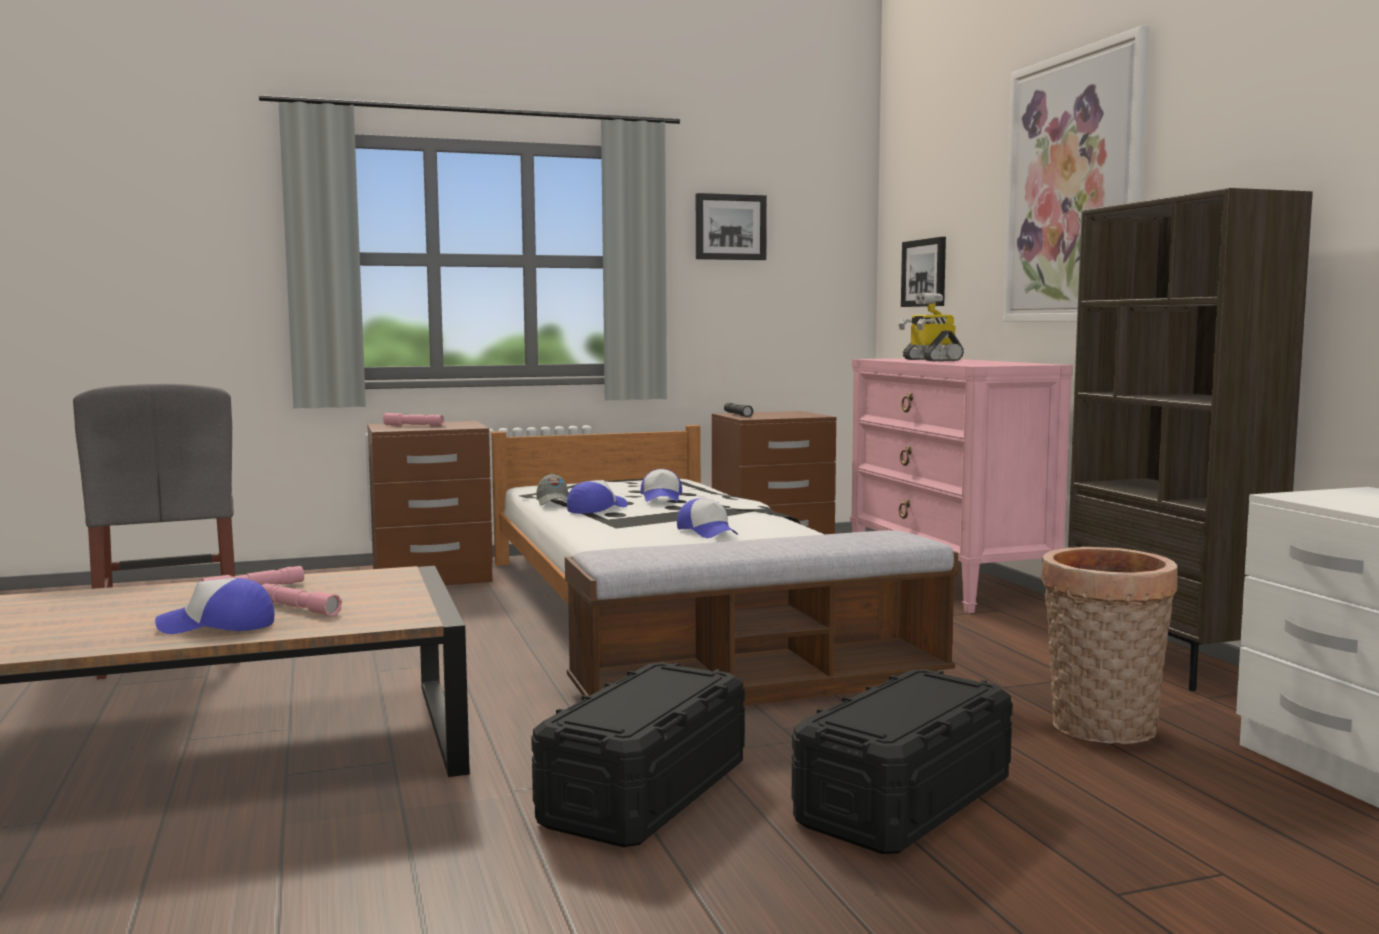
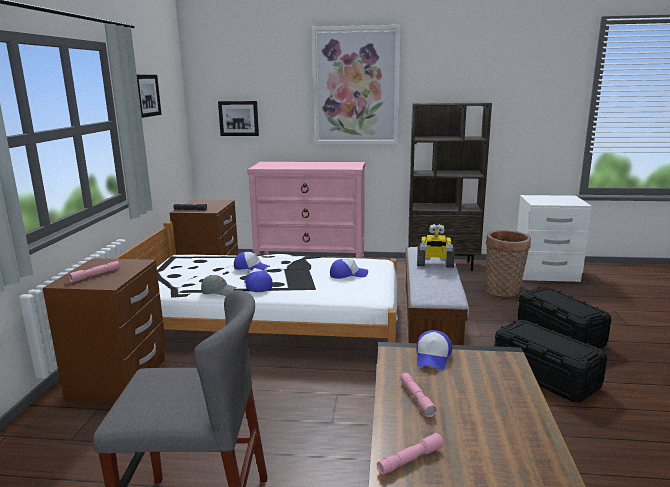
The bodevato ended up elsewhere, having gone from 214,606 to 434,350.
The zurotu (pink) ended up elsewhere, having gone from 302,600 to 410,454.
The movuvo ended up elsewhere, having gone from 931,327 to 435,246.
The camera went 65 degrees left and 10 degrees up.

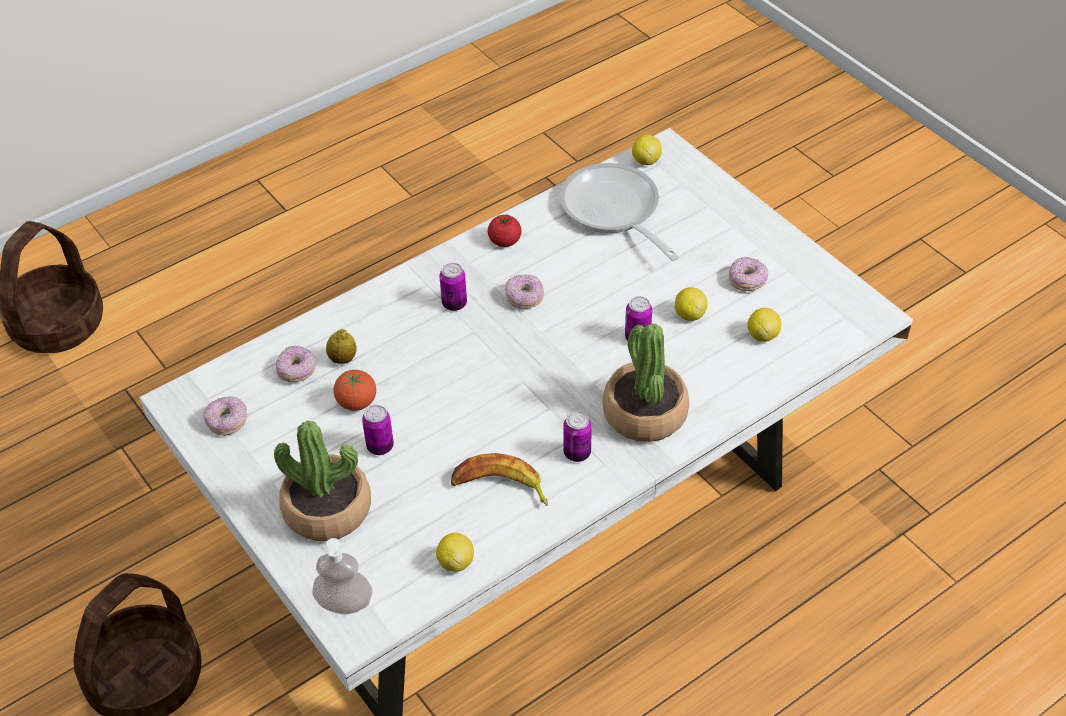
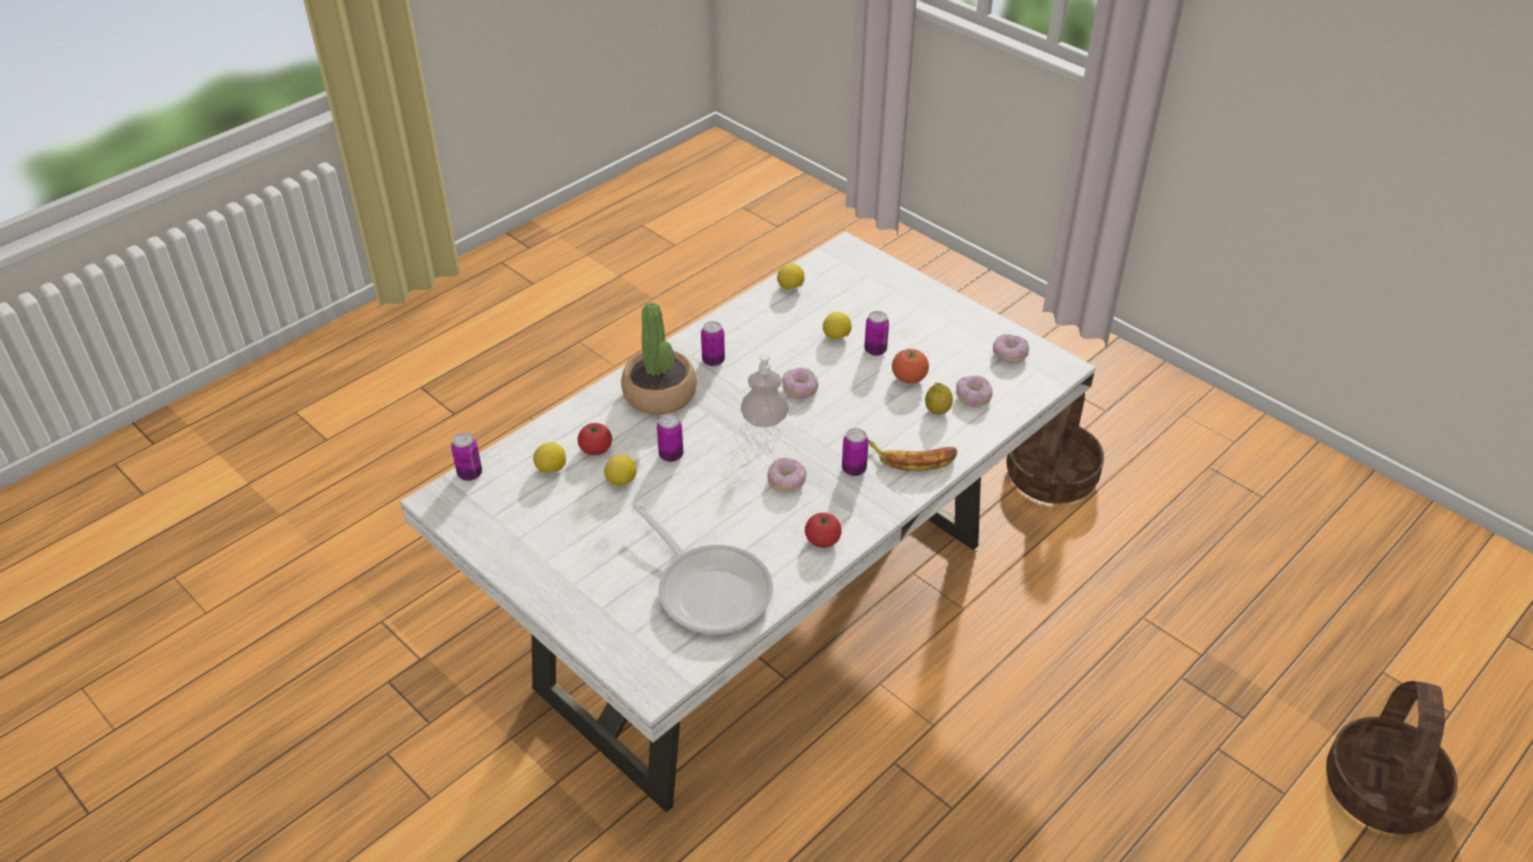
The second view lost the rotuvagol at 322,480.
The second view gained the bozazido at 466,457.
The second view gained the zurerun at 595,439.
The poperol ended up elsewhere, having gone from 342,576 to 765,389.
The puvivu ended up elsewhere, having gone from 499,479 to 913,455.
The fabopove ended up elsewhere, having gone from 647,150 to 837,326.
The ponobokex ended up elsewhere, having gone from 748,274 to 800,383.
The camera went 170 degrees right and 5 degrees down.

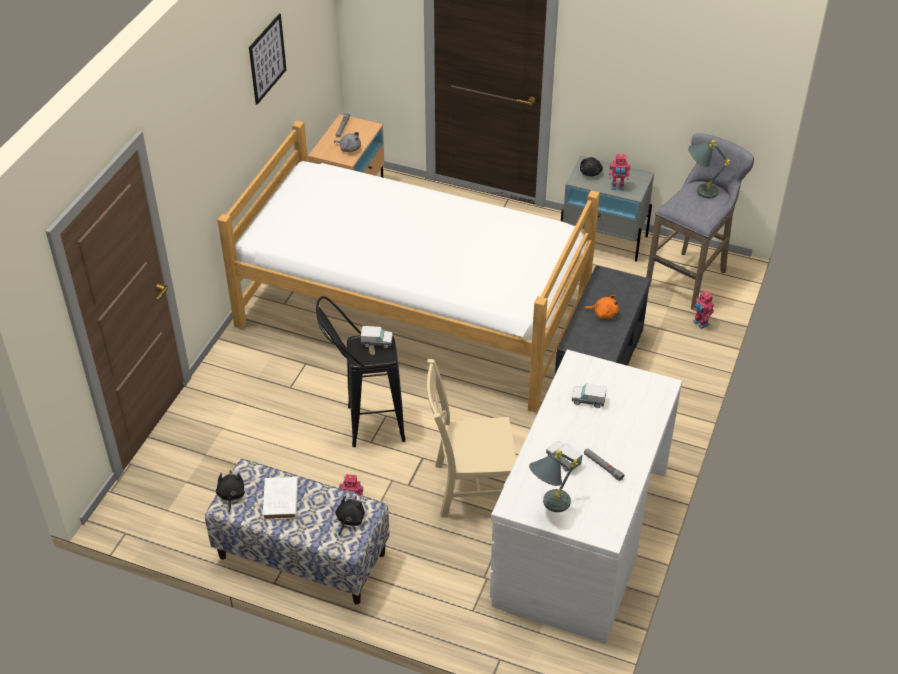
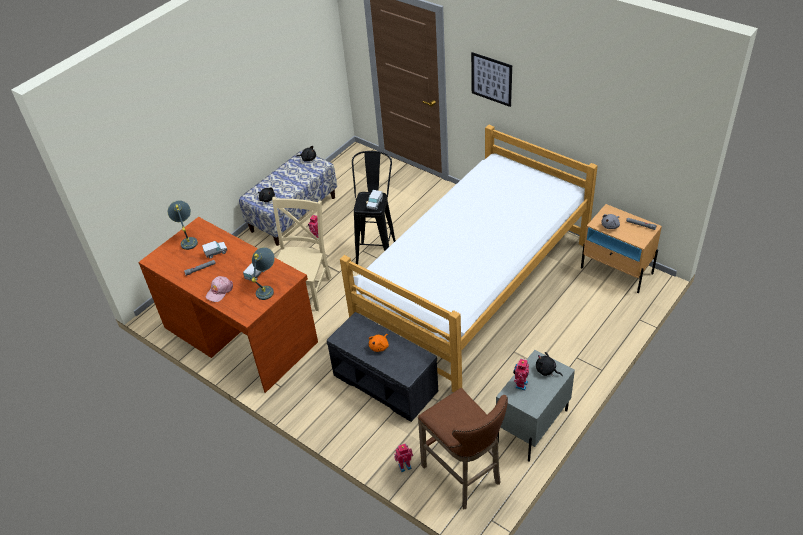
The second view lost the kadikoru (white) at 280,498.
The second view gained the bodevato (pink) at 219,289.
The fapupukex ended up elsewhere, having gone from 267,59 to 491,79.
The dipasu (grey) ended up elsewhere, having gone from 709,169 to 263,273.
What was the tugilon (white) at 586,497 turned into the tugilon (brown) at 228,305.
What was the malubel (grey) at 700,221 turned into the malubel (brown) at 463,448.
The camera went 110 degrees right and 0 degrees up.

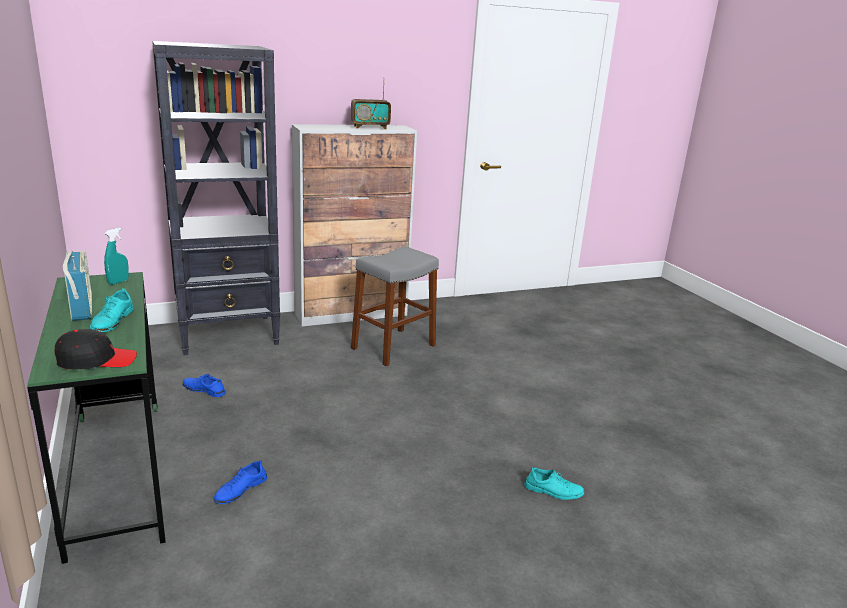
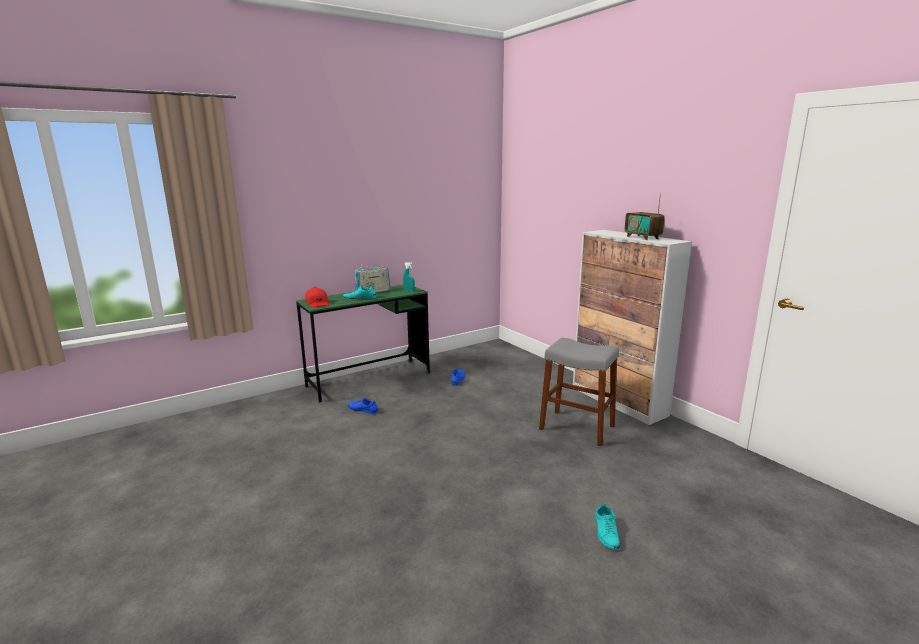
The second view lost the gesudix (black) at 216,198.
The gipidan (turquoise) ended up elsewhere, having gone from 554,483 to 608,526.
What was the bodevato (black) at 95,349 turned into the bodevato (red) at 317,297.
The camera went 80 degrees right and 5 degrees down.

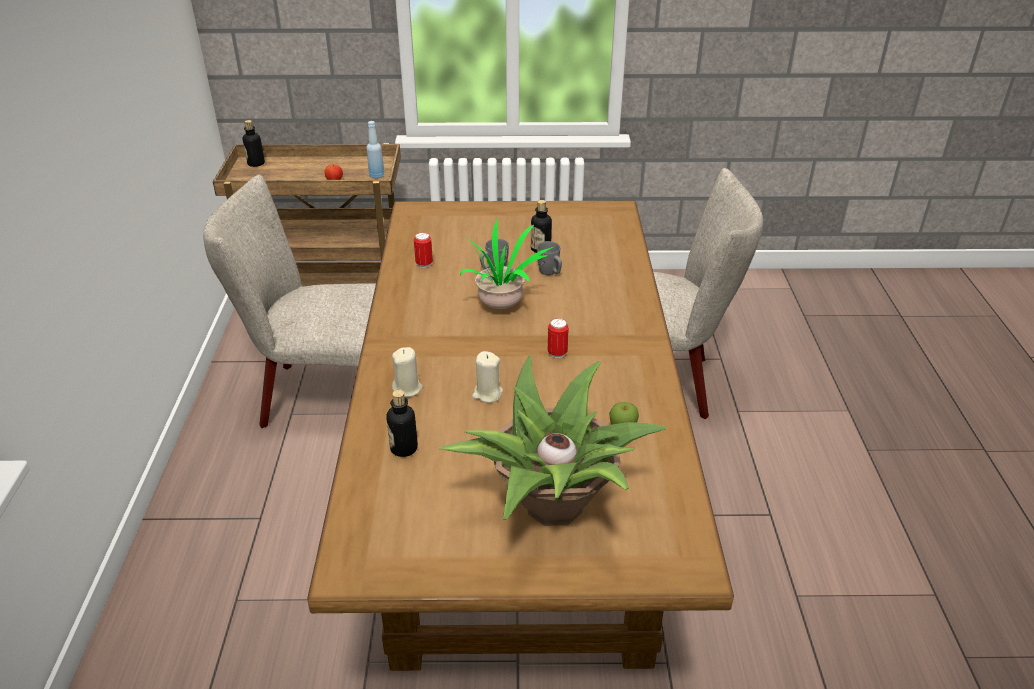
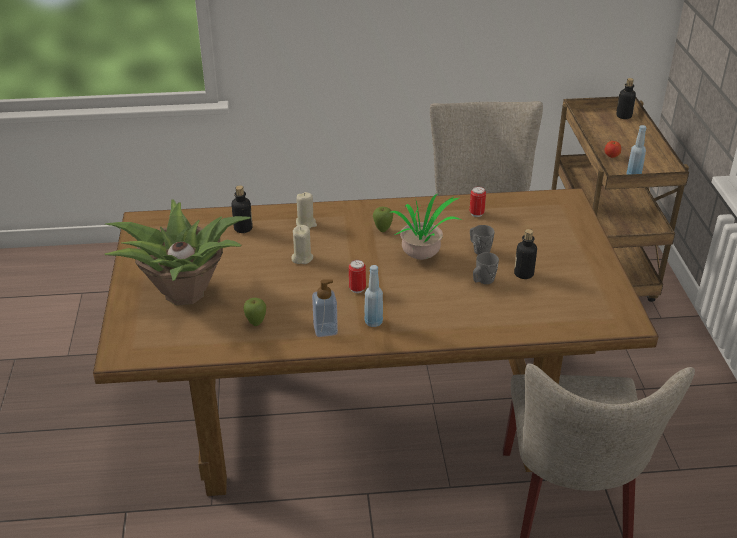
The second view gained the poperol at 325,308.
The second view gained the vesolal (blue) at 374,296.
The second view gained the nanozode at 383,219.
The camera went 85 degrees right and 0 degrees up.

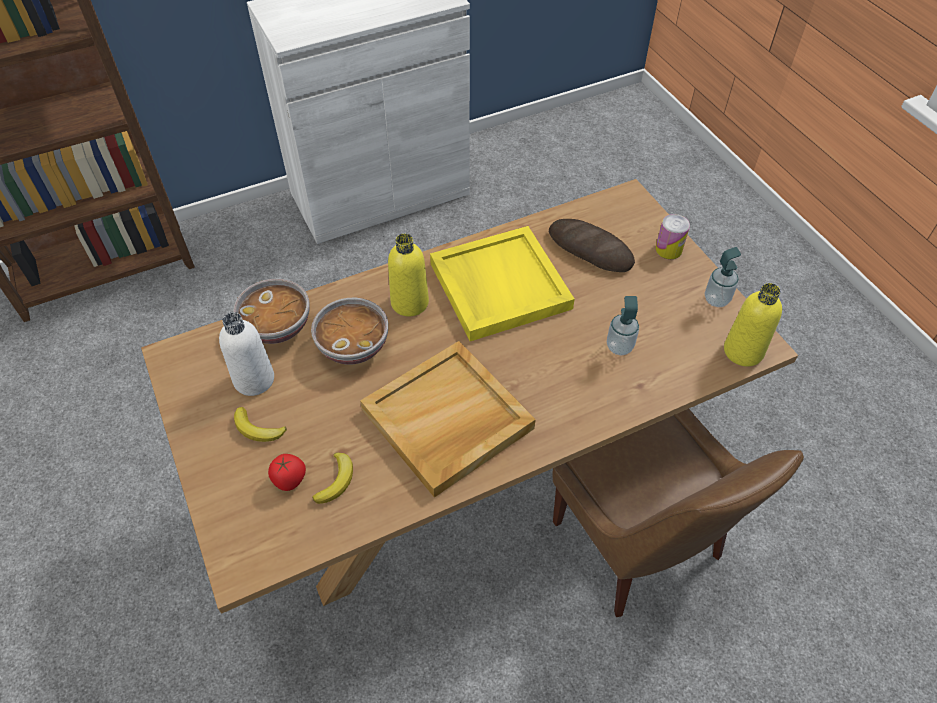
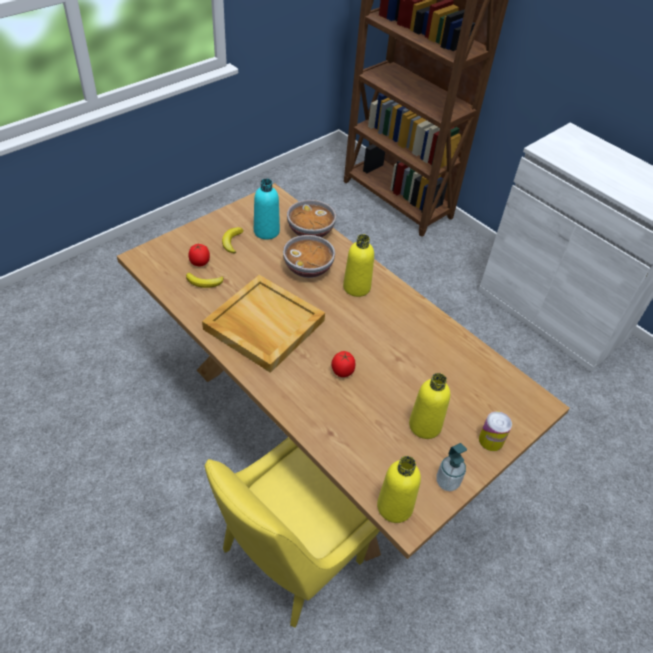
The second view lost the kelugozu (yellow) at 502,283.
The second view lost the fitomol at 592,245.
The second view lost the poperol at 623,325.
The second view gained the zurerun at 343,364.
The second view gained the vesolal (yellow) at 429,406.
What was the vesolal (white) at 246,354 turned into the vesolal (turquoise) at 267,209.
What was the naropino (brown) at 678,513 turned into the naropino (yellow) at 292,532.
The camera went 70 degrees right and 5 degrees down.

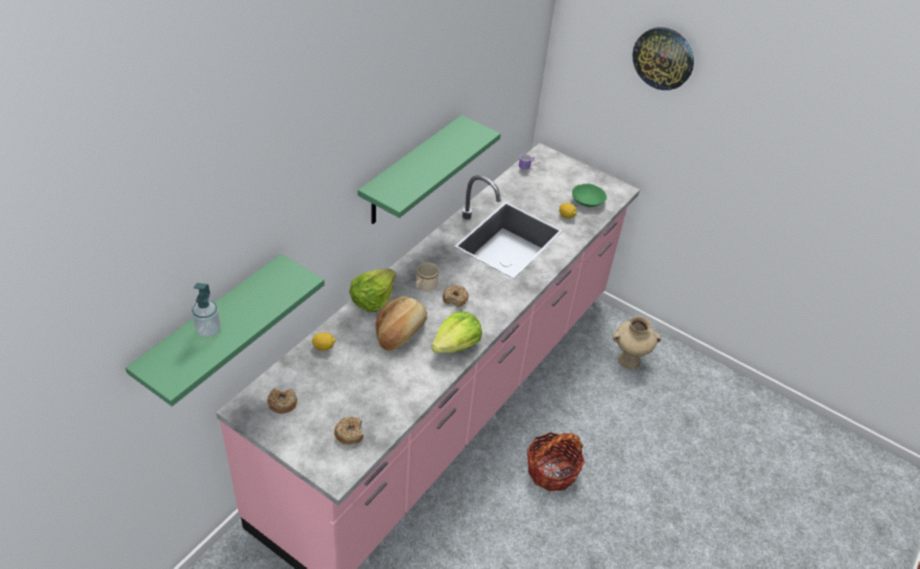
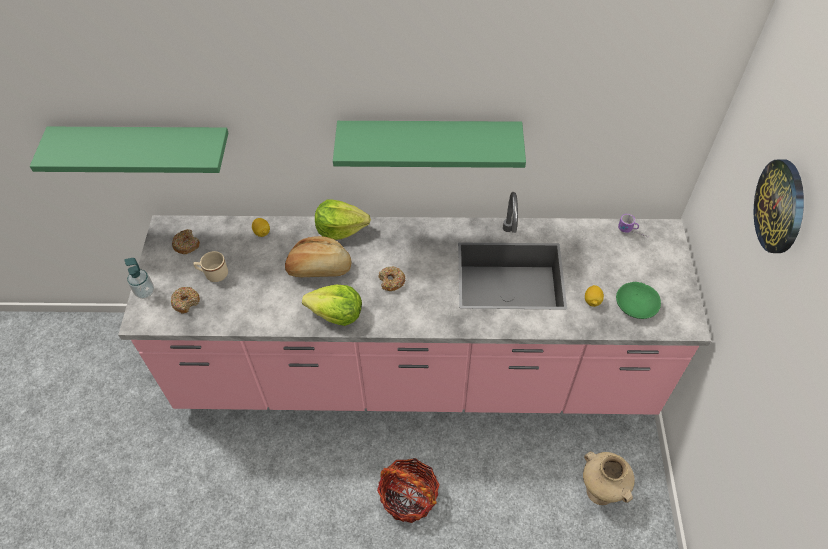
The poperol ended up elsewhere, having gone from 206,310 to 139,278.
The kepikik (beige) ended up elsewhere, having gone from 427,276 to 210,266.
The camera went 60 degrees right and 10 degrees up.

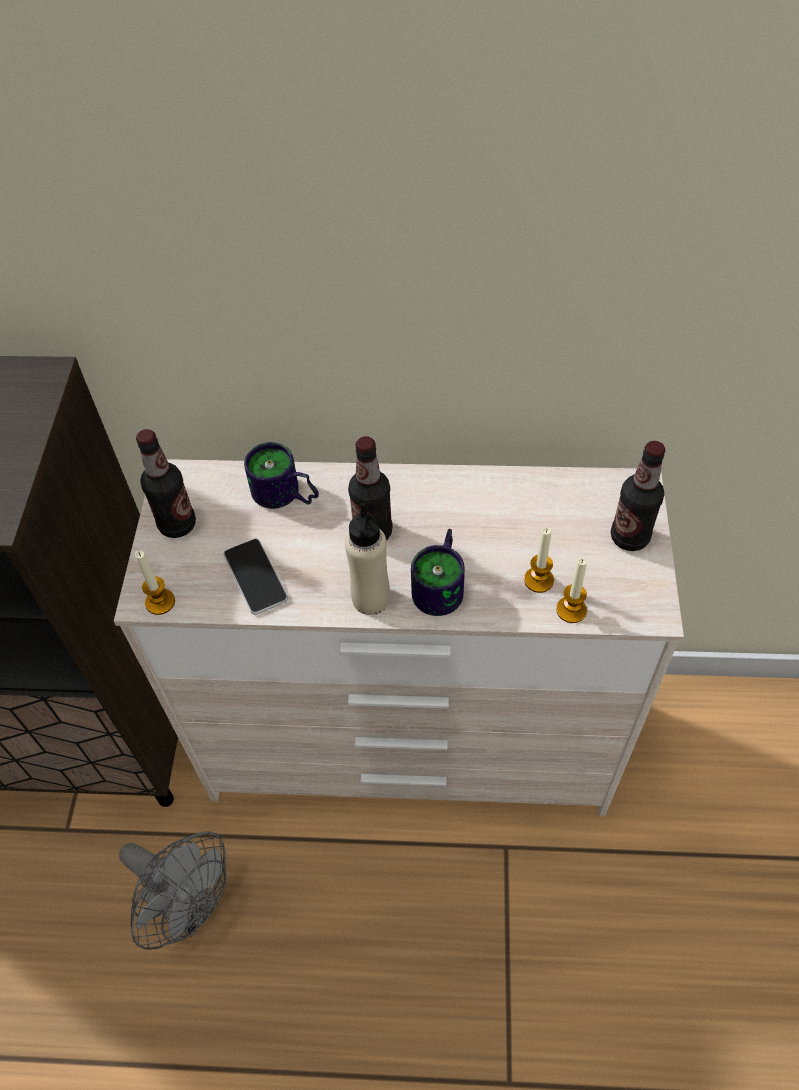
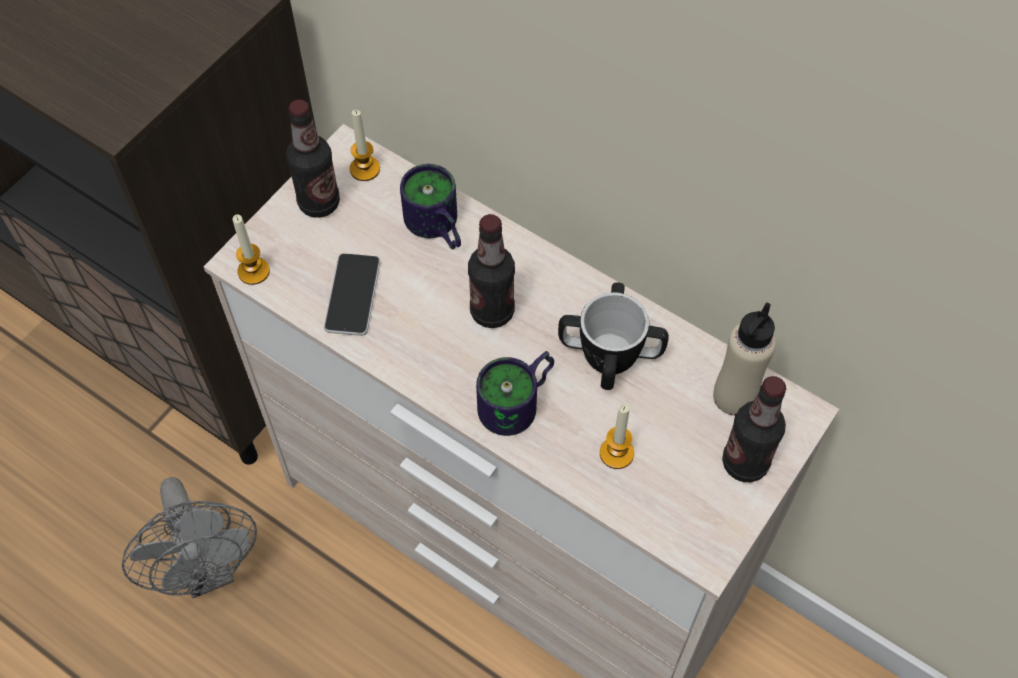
The second view gained the kepikik at 613,336.
The vesolal (beige) ended up elsewhere, having gone from 367,559 to 744,359.
The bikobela ended up elsewhere, having gone from 571,591 to 365,145.
The camera went 30 degrees right and 5 degrees up.

